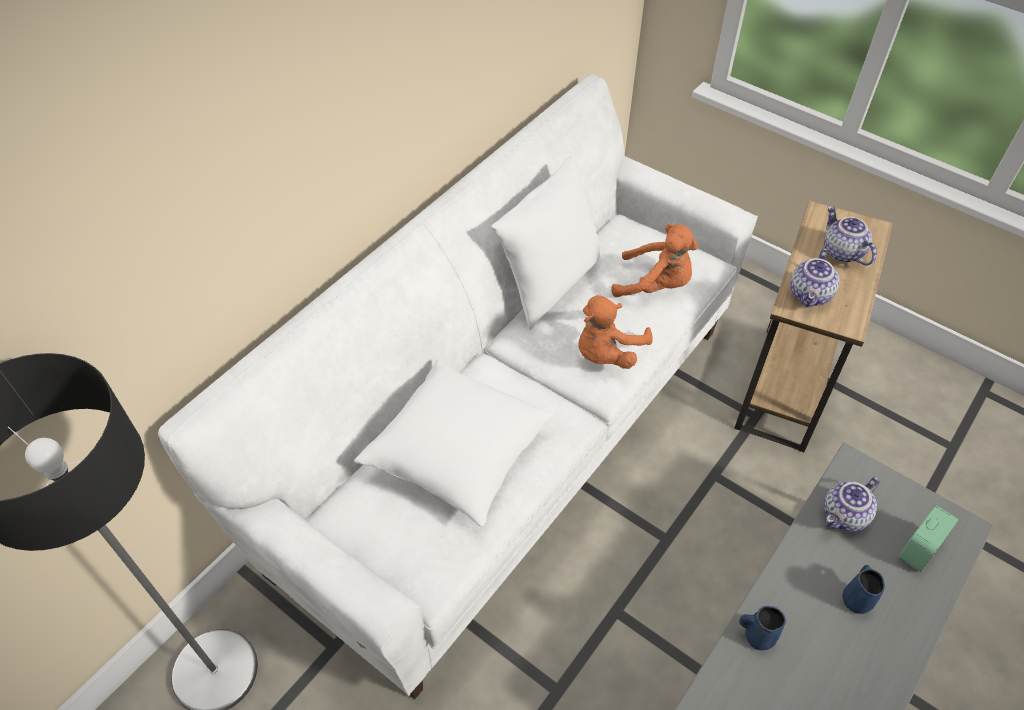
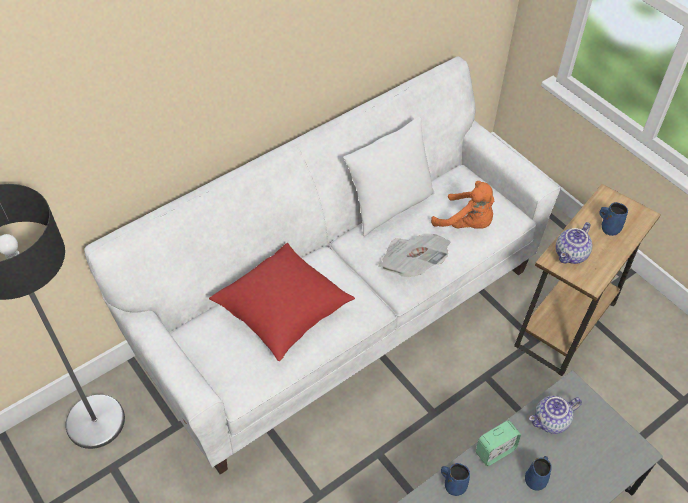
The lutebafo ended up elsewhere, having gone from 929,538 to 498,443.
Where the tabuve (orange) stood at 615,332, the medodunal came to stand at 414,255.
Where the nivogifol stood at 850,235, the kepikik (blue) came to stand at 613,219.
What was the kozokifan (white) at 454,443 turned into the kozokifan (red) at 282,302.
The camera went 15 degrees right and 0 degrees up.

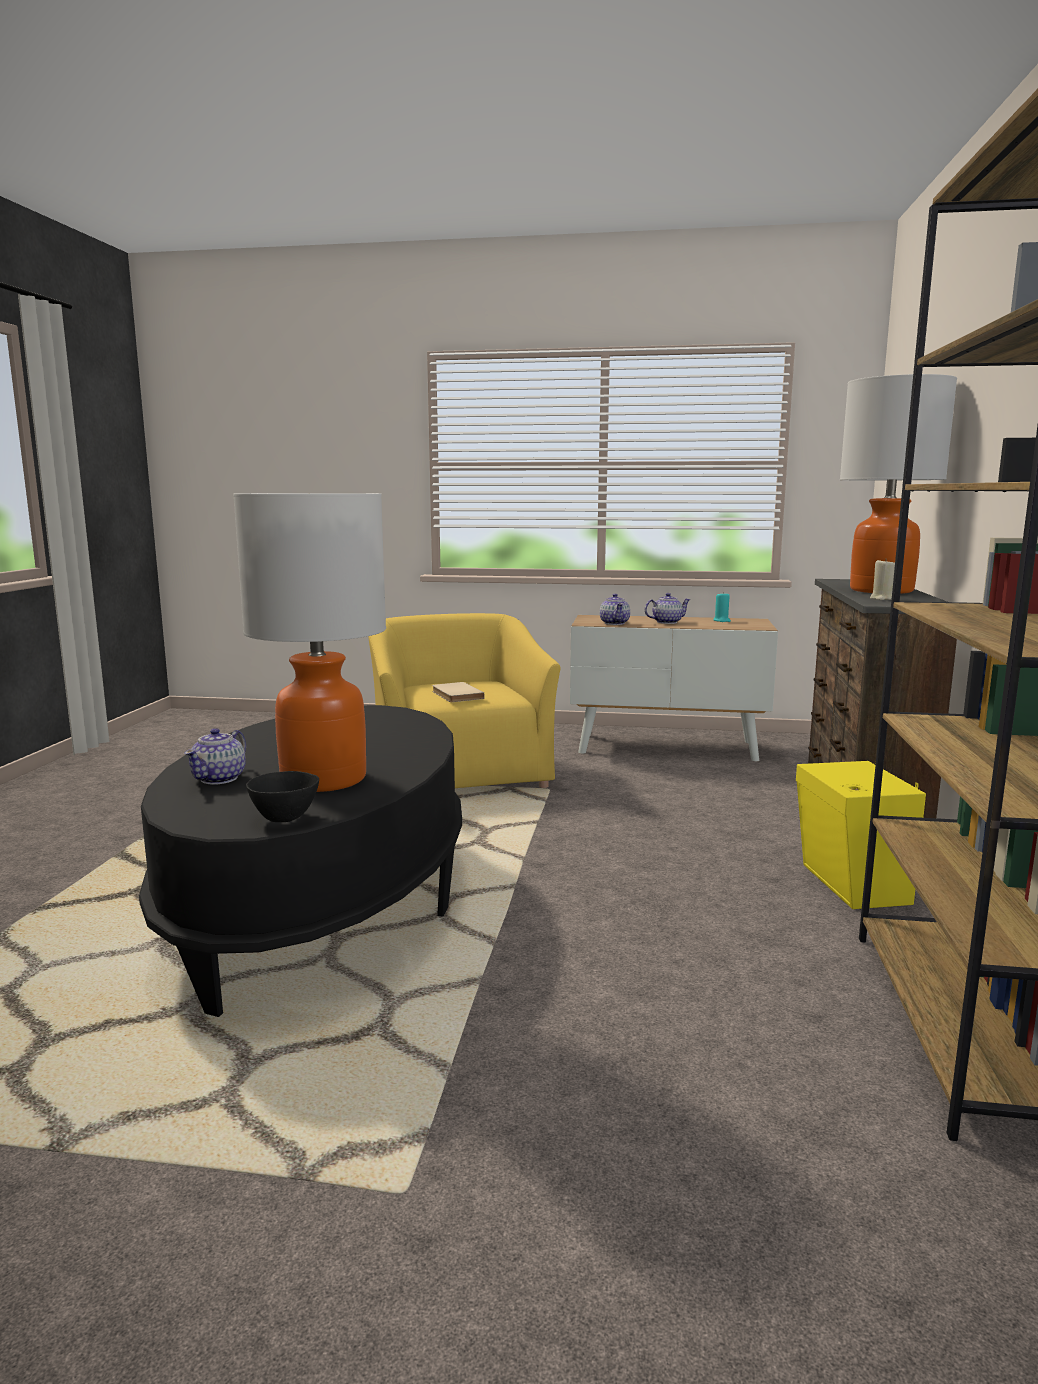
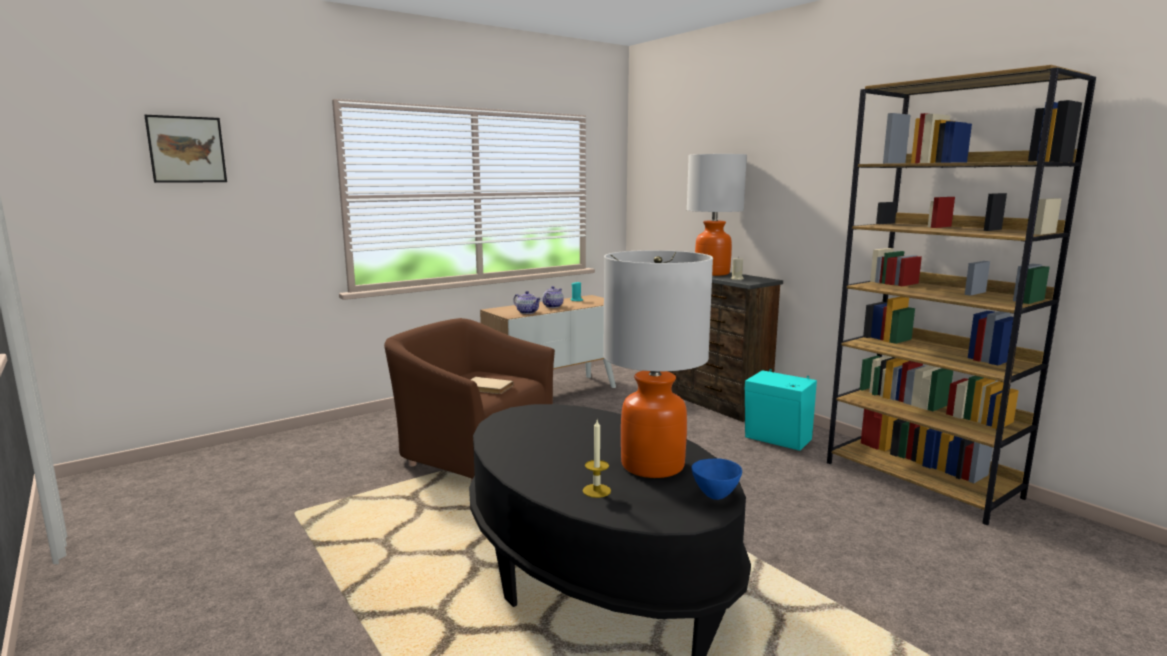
The second view gained the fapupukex at 185,149.
Where the nivogifol stood at 215,756, the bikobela came to stand at 597,459.
What was the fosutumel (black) at 282,796 turned into the fosutumel (blue) at 717,479.
What was the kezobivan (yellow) at 464,700 turned into the kezobivan (brown) at 469,400.
What was the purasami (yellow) at 861,835 turned into the purasami (turquoise) at 781,410.
The camera went 45 degrees left and 0 degrees up.

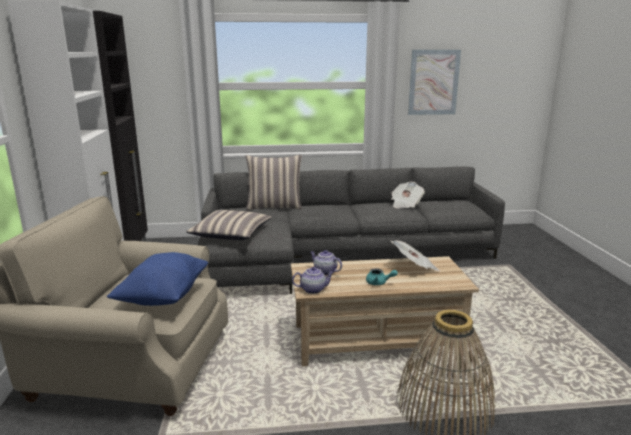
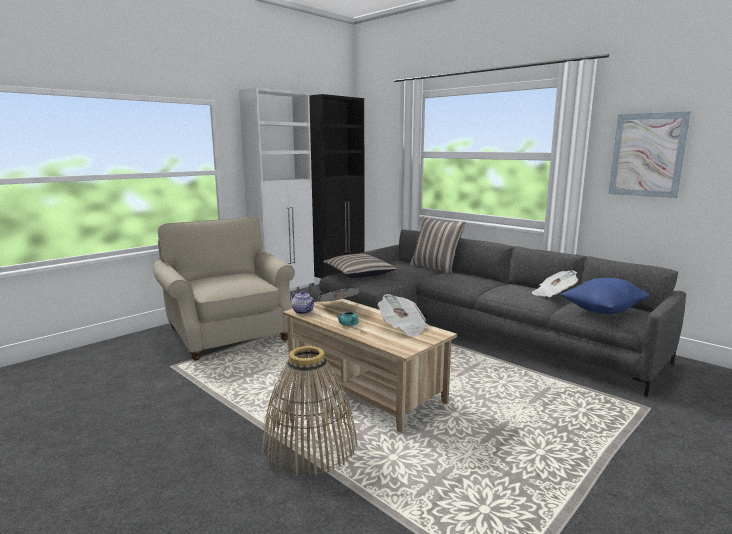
The kozokifan (blue) ended up elsewhere, having gone from 157,279 to 604,296.
Where the nivogifol stood at 326,262, the medodunal came to stand at 338,295.
The camera went 50 degrees right and 5 degrees down.

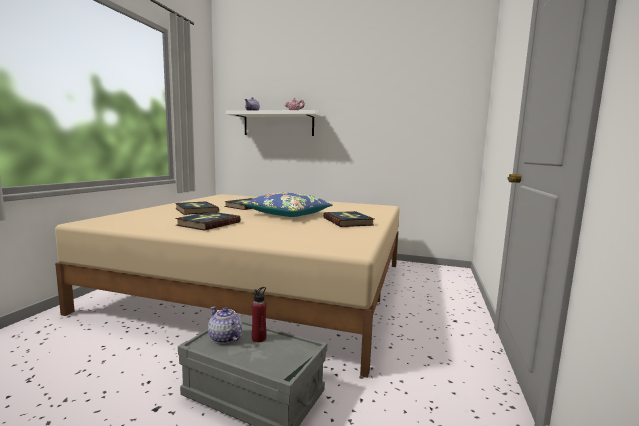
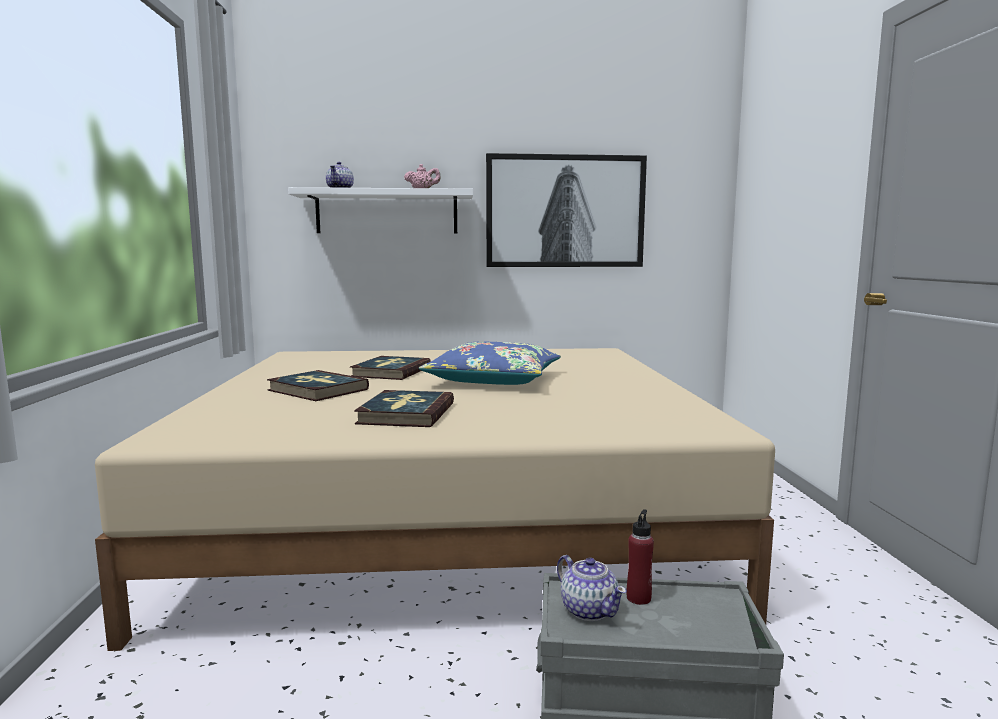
The second view lost the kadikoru at 348,219.
The second view gained the fapupukex at 566,210.
The nivogifol at 225,325 ended up facing another way, 150 degrees counterclockwise from before.
The camera went 20 degrees left and 0 degrees up.

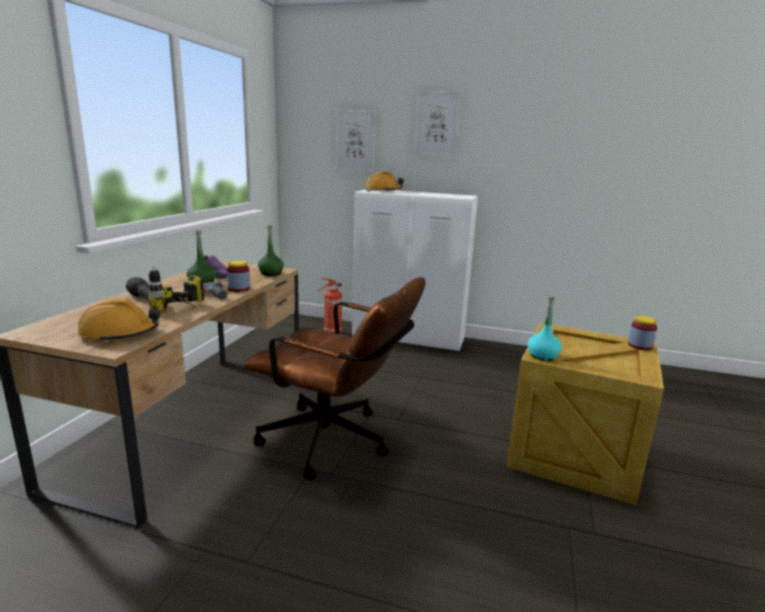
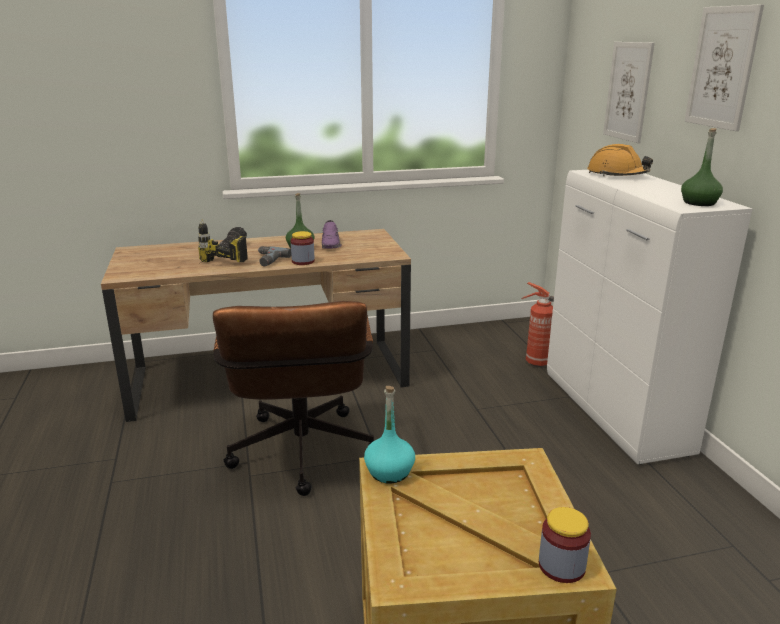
The second view lost the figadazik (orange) at 118,320.
The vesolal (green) ended up elsewhere, having gone from 271,250 to 702,167.
The camera went 60 degrees right and 5 degrees up.

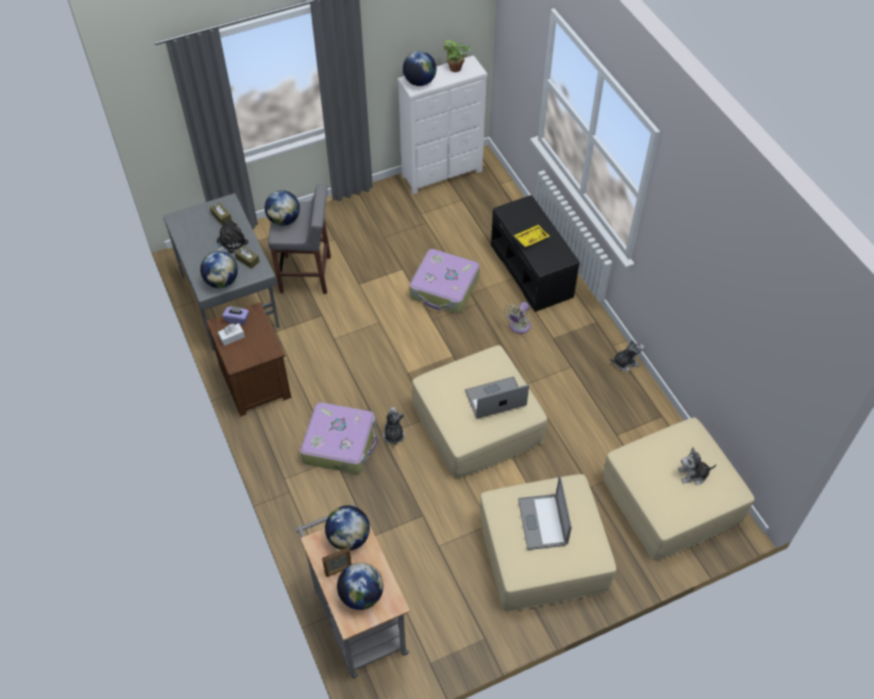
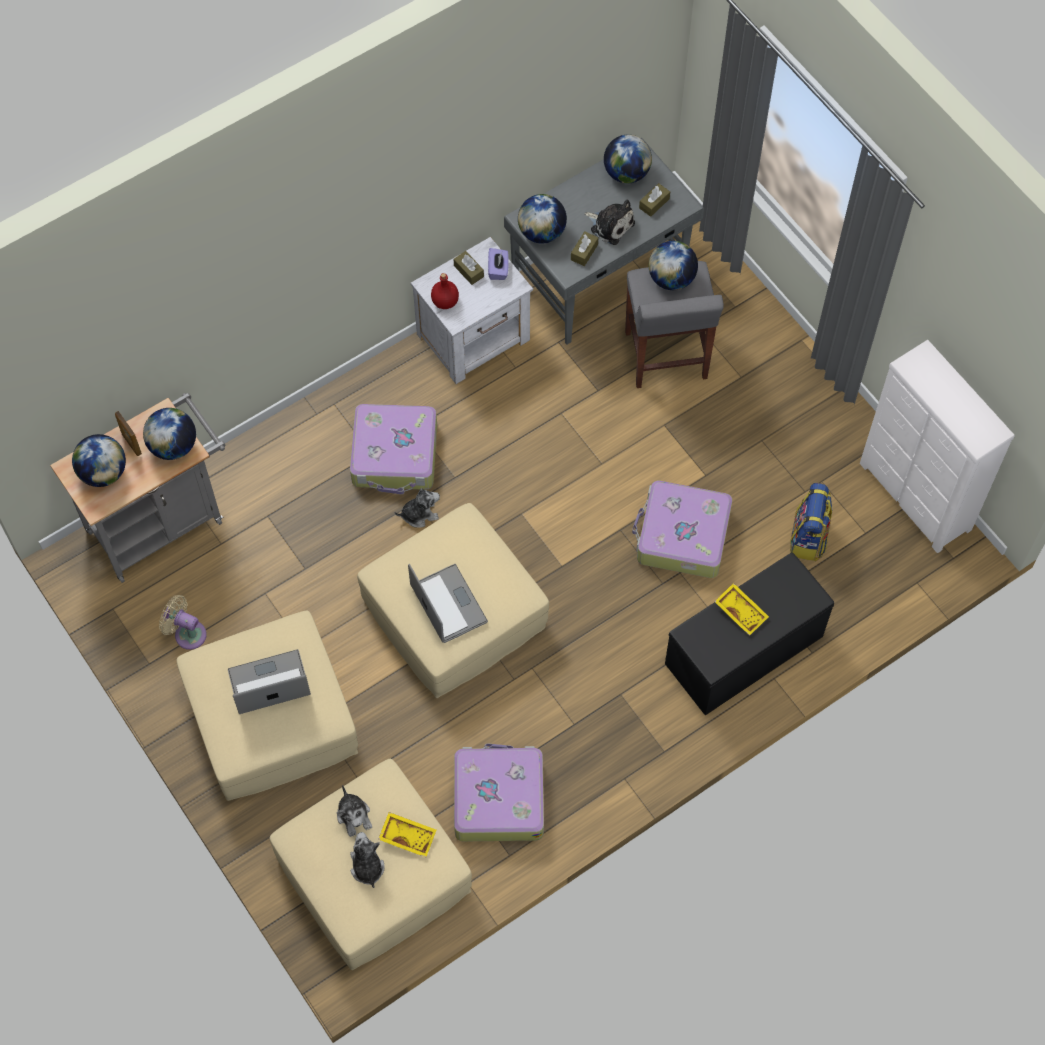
The second view lost the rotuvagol at 457,56.
The second view gained the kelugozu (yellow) at 407,834.
The second view gained the vesolal (red) at 445,291.
The second view gained the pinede at 499,793.
The second view gained the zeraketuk at 811,522.
The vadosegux ended up elsewhere, having gone from 420,68 to 628,159.
The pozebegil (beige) ended up elsewhere, having gone from 517,318 to 183,622.
The tabuve ended up elsewhere, having gone from 627,355 to 354,811.
What was the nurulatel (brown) at 248,359 turned into the nurulatel (white) at 472,310.
What was the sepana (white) at 231,334 turned into the sepana (brown) at 469,268.
The camera went 80 degrees right and 10 degrees up.

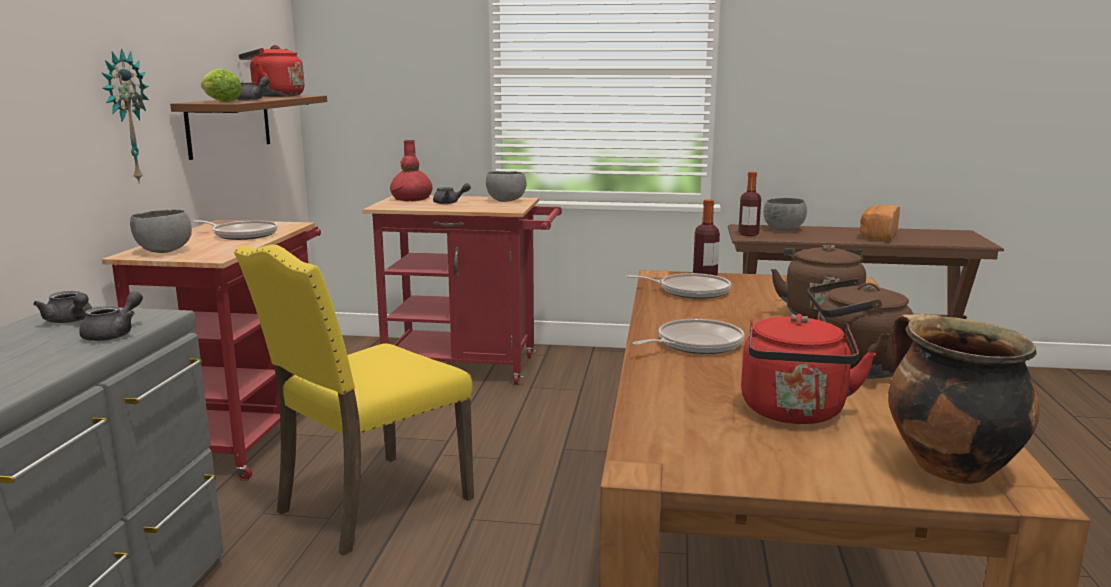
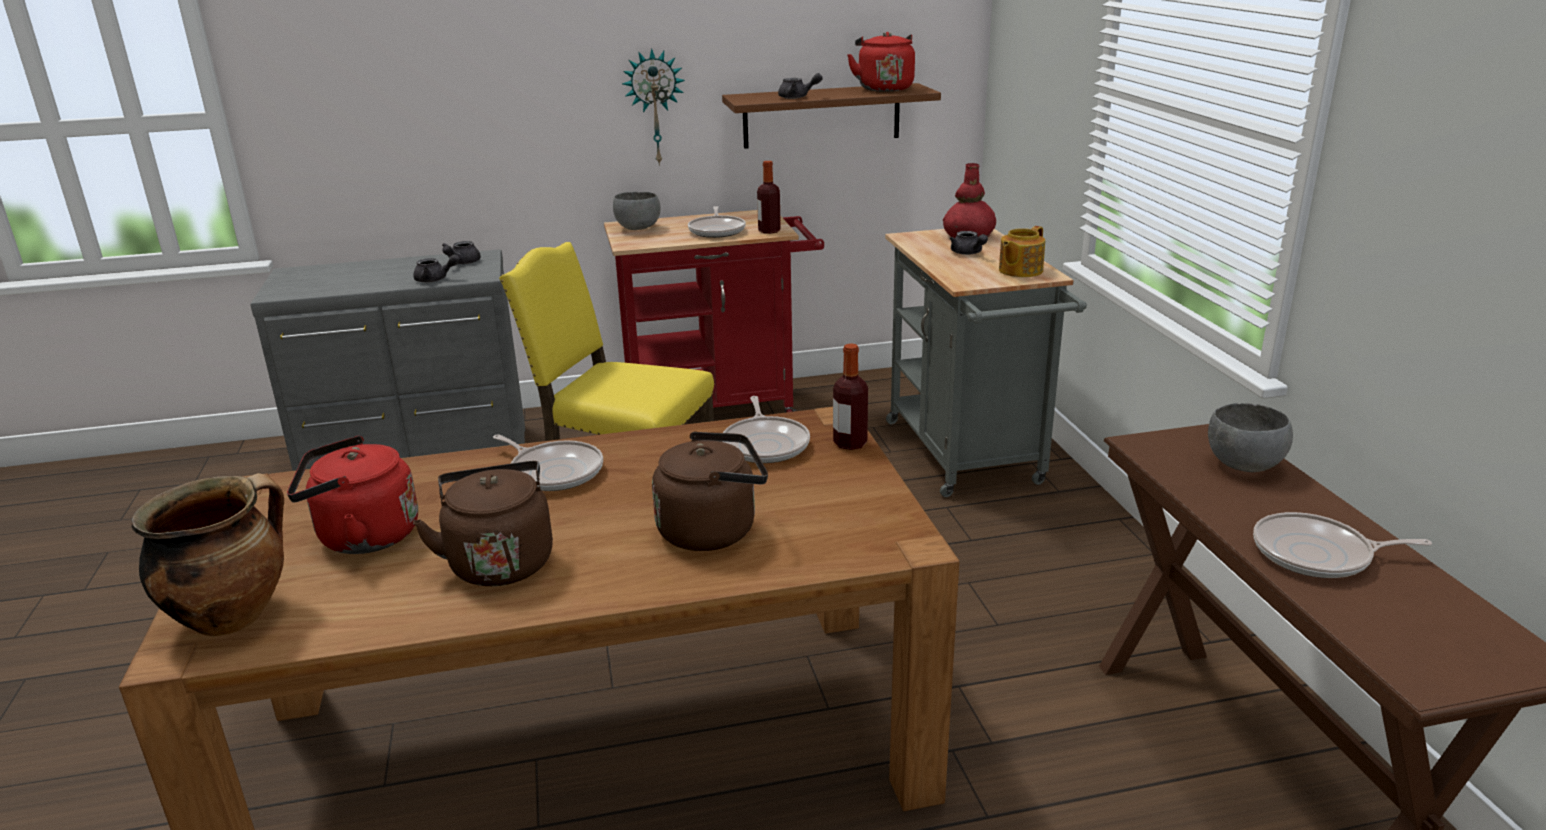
The second view lost the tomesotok at 221,85.
The vesolal ended up elsewhere, having gone from 749,204 to 769,197.
Where the fosutumel (grey) stood at 506,186, the nivogifol came to stand at 1022,251.
Where the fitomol stood at 880,223, the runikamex came to stand at 1342,545.
What was the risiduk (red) at 462,290 turned into the risiduk (grey) at 986,363.
The camera went 70 degrees right and 10 degrees up.

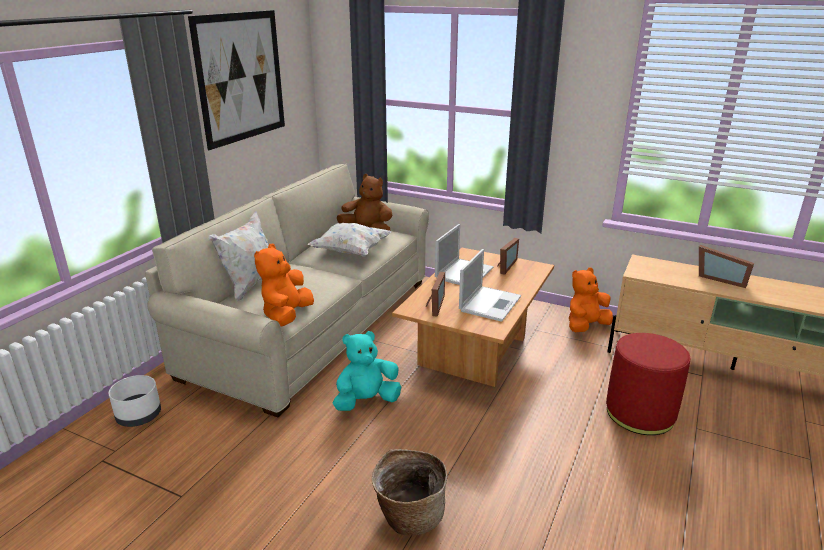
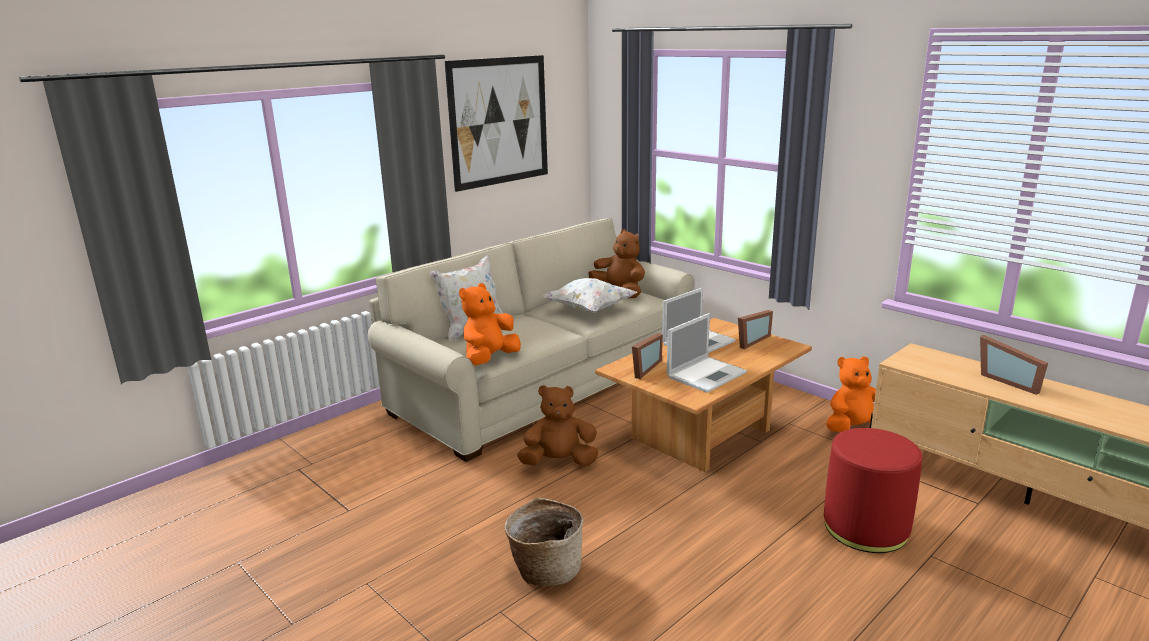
The second view lost the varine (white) at 135,401.
What was the tabuve (turquoise) at 367,371 turned into the tabuve (brown) at 557,426.
The camera went 20 degrees right and 5 degrees down.

